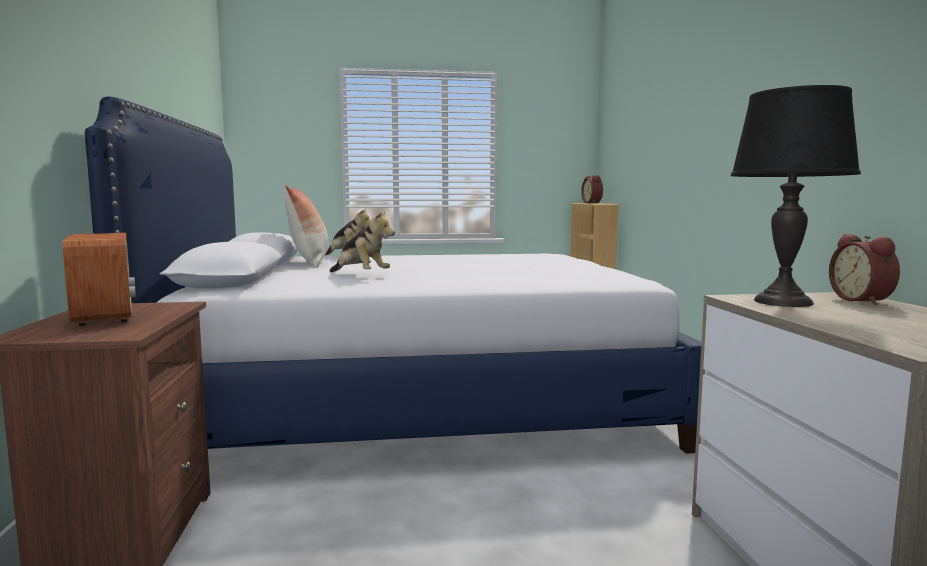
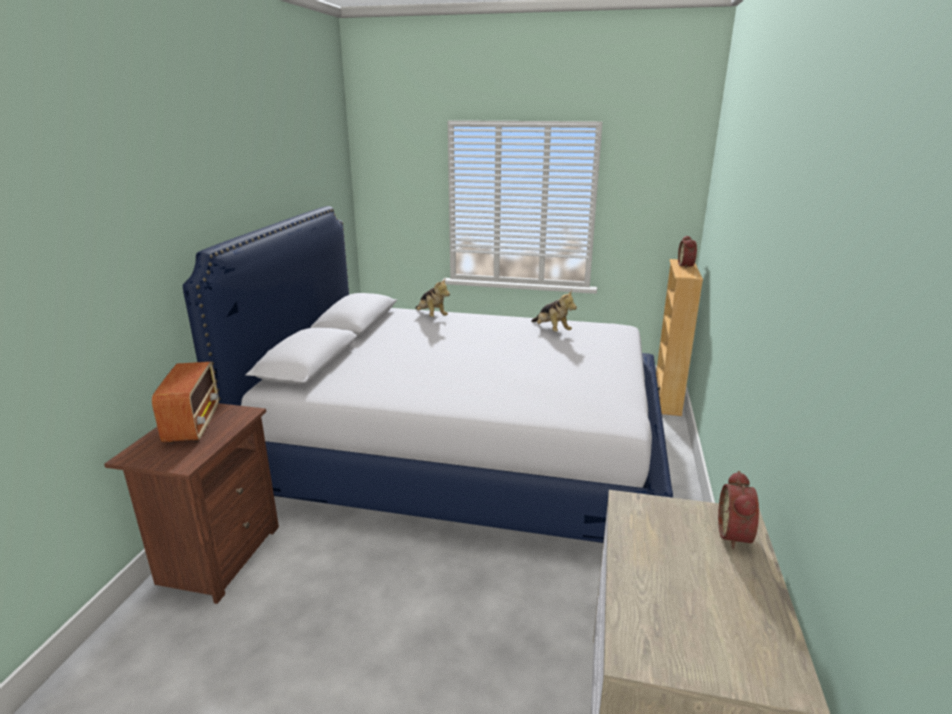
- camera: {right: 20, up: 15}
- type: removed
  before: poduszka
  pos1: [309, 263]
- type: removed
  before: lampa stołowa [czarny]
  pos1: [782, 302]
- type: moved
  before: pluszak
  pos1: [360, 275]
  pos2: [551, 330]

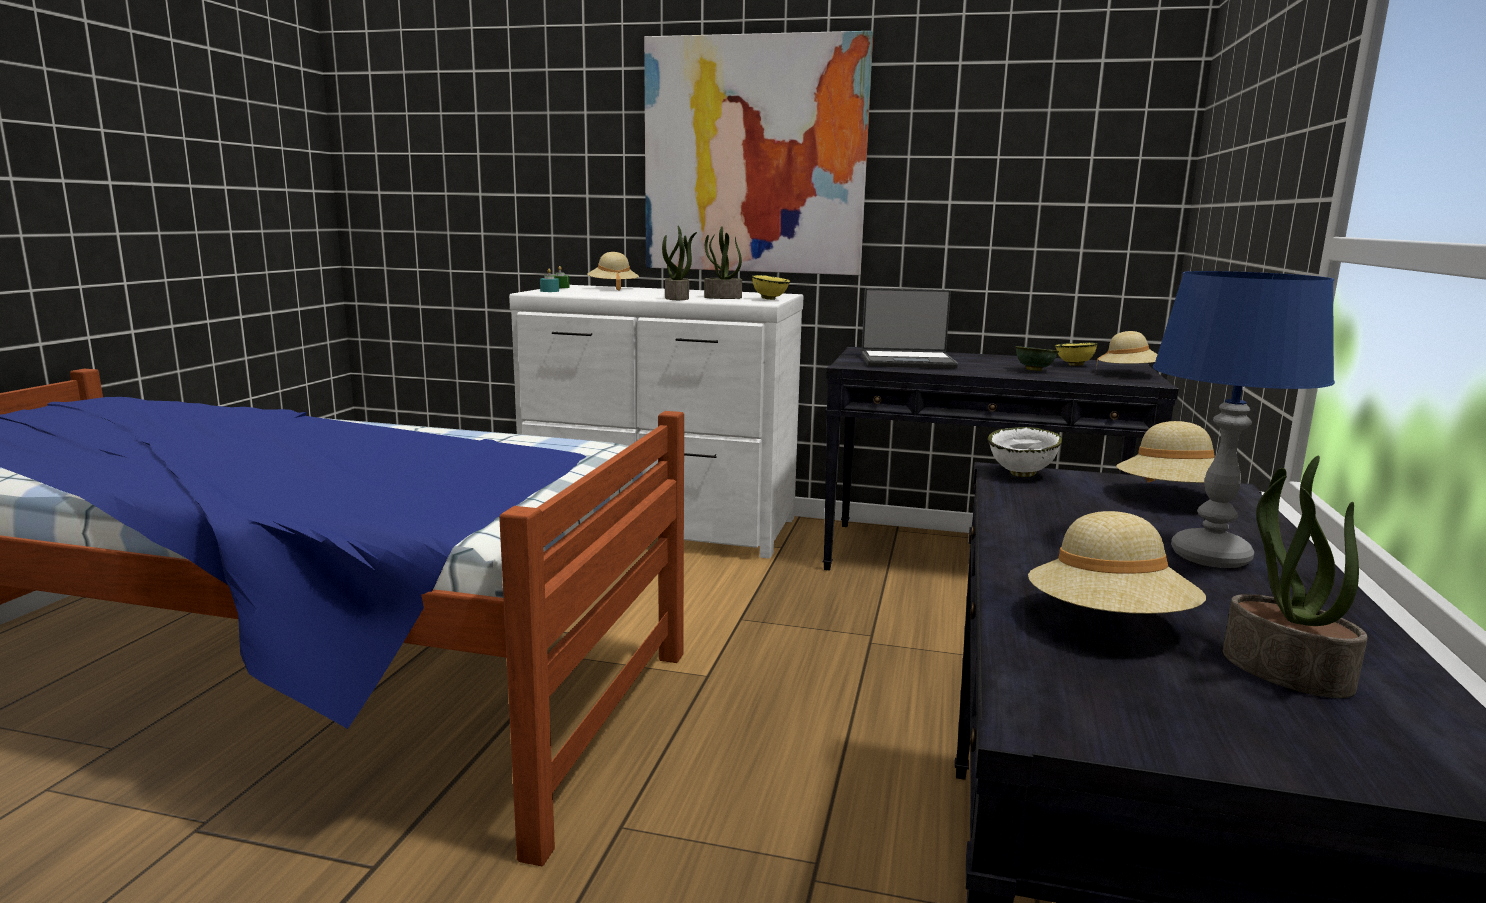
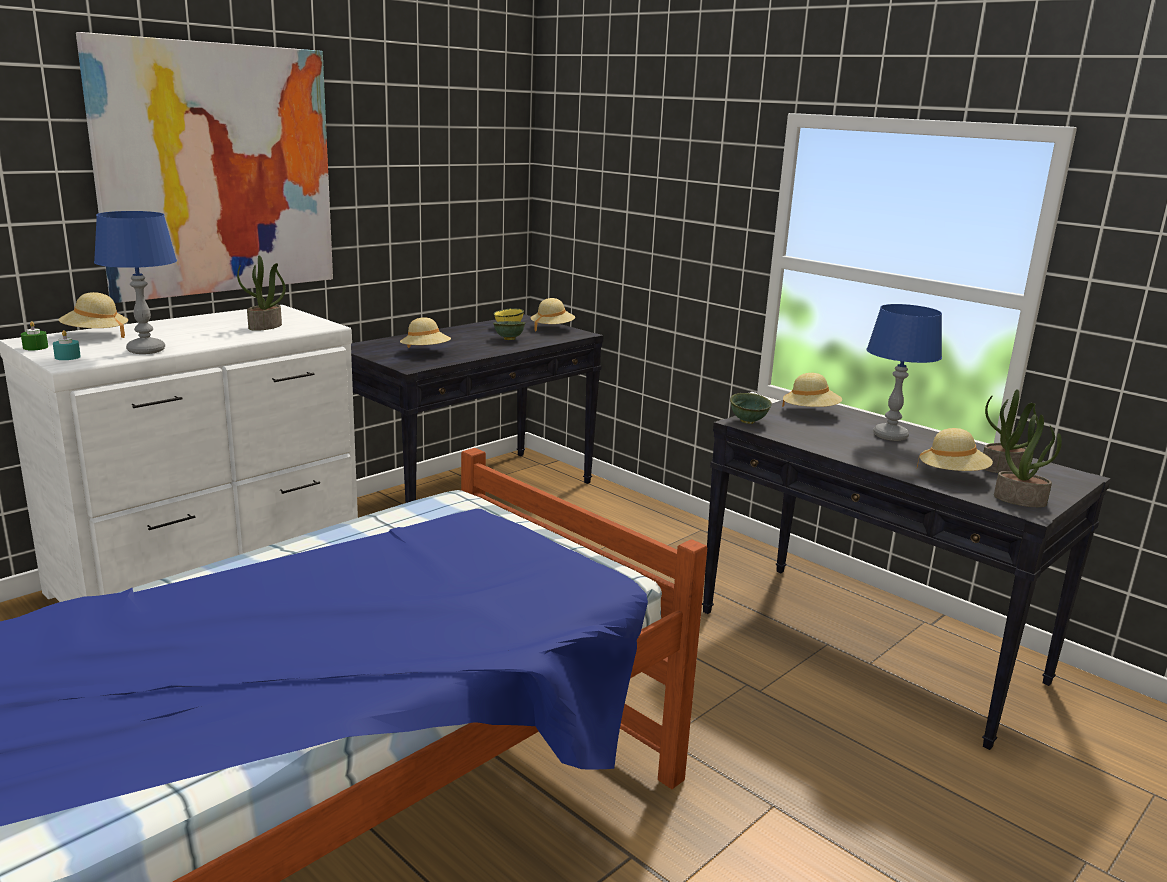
- camera: {right: -60, up: 5}
- type: removed
  before: miska [żółty]
  pos1: [769, 299]
- type: added
  after: lampa stołowa [niebieski]
  pos2: [145, 350]
- type: moved
  before: roślina doniczkowa
  pos1: [677, 298]
  pos2: [1020, 500]
- type: replaced
  before: laptop
  after: kapelusz [beżowy]
  pos1: [907, 362]
  pos2: [425, 352]
- type: recoloured
  before: miska [biały]
  after: miska [zielony]
  pos1: [1022, 474]
  pos2: [748, 422]

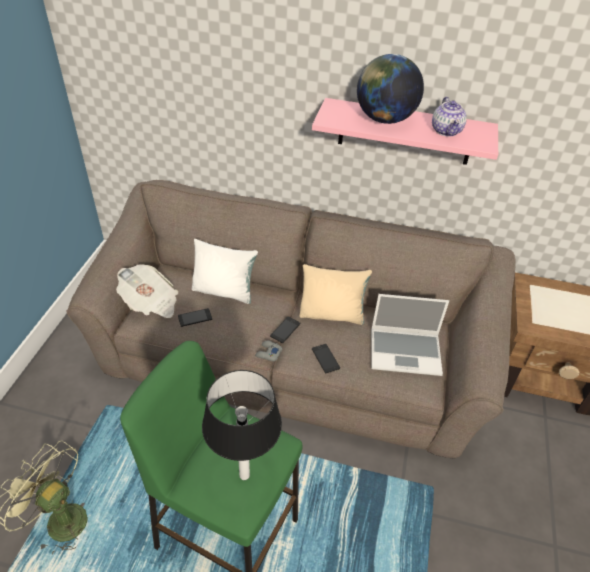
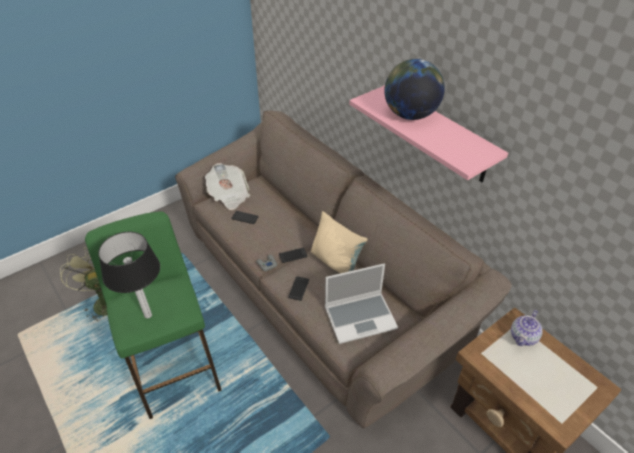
- camera: {right: 40, up: 0}
- type: removed
  before: poduszka [biały]
  pos1: [224, 291]
- type: moved
  before: imbryk
  pos1: [446, 131]
  pos2: [523, 337]
- type: turned
  before: laptop
  pos1: [406, 352]
  pos2: [360, 317]
  turn: -60

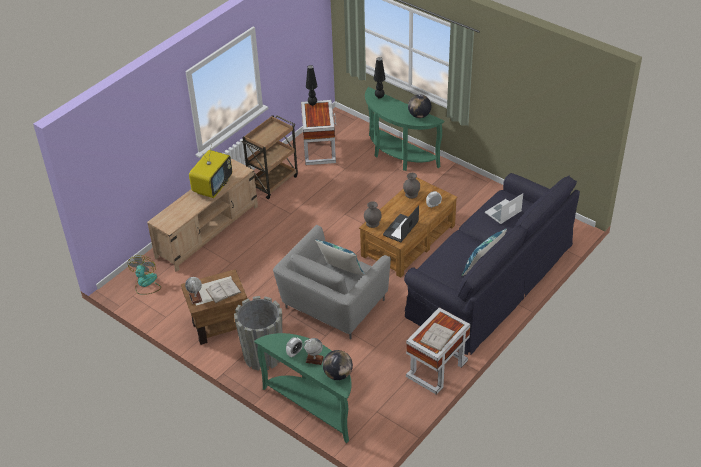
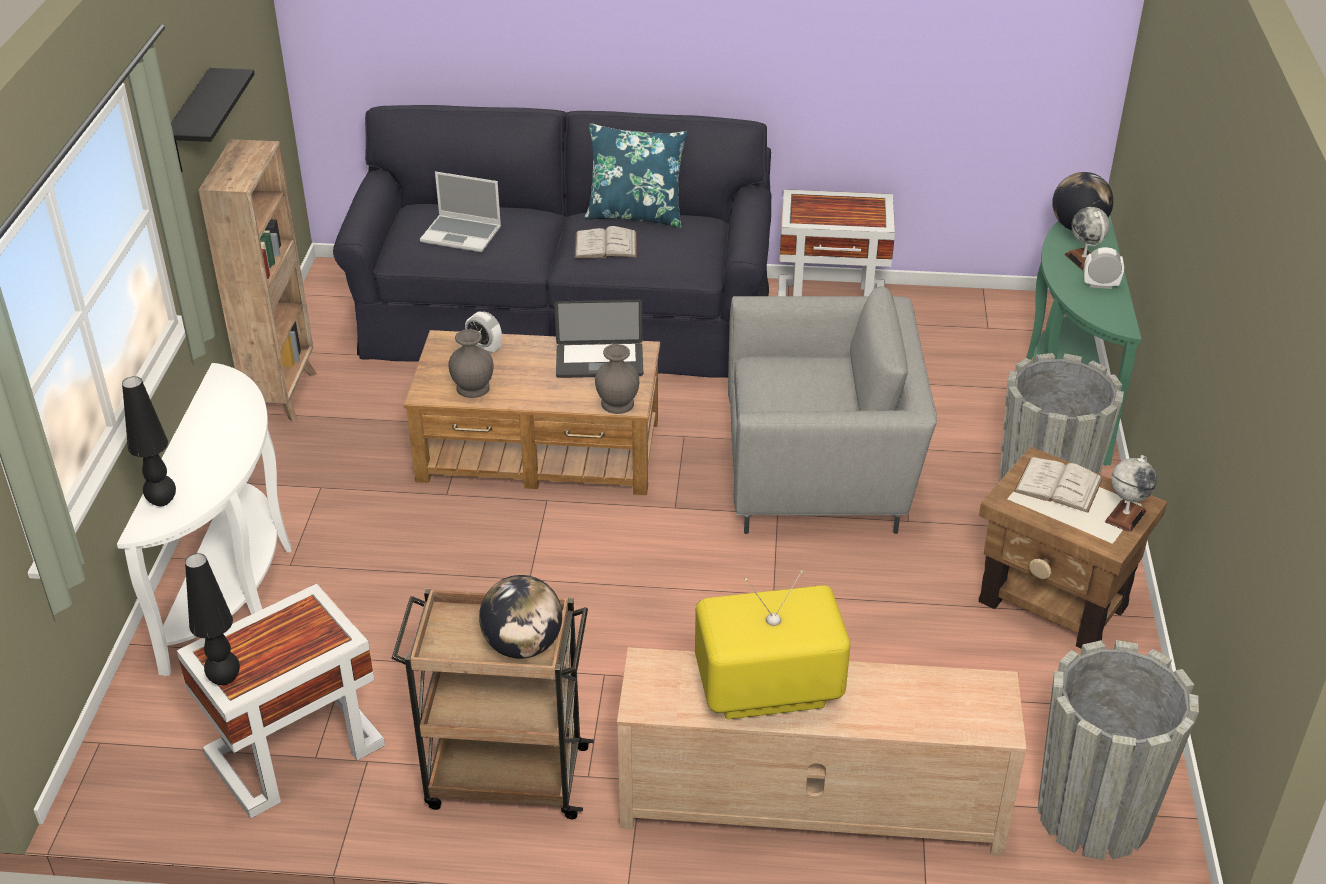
- camera: {right: -125, up: -5}
- type: removed
  before: poduszka [niebieski]
  pos1: [341, 272]
- type: added
  after: półka [czarny]
  pos2: [191, 123]
- type: added
  after: regał [brązowy]
  pos2: [283, 394]
- type: moved
  before: globus
  pos1: [419, 115]
  pos2: [523, 646]
- type: moved
  before: książka [biały]
  pos1: [437, 336]
  pos2: [606, 245]
- type: replaced
  before: wentylator
  after: donica [szary]
  pos1: [146, 283]
  pos2: [1093, 814]
- type: recoloured
  before: stolik konsolowy [zielony]
  after: stolik konsolowy [biały]
  pos1: [397, 156]
  pos2: [236, 584]

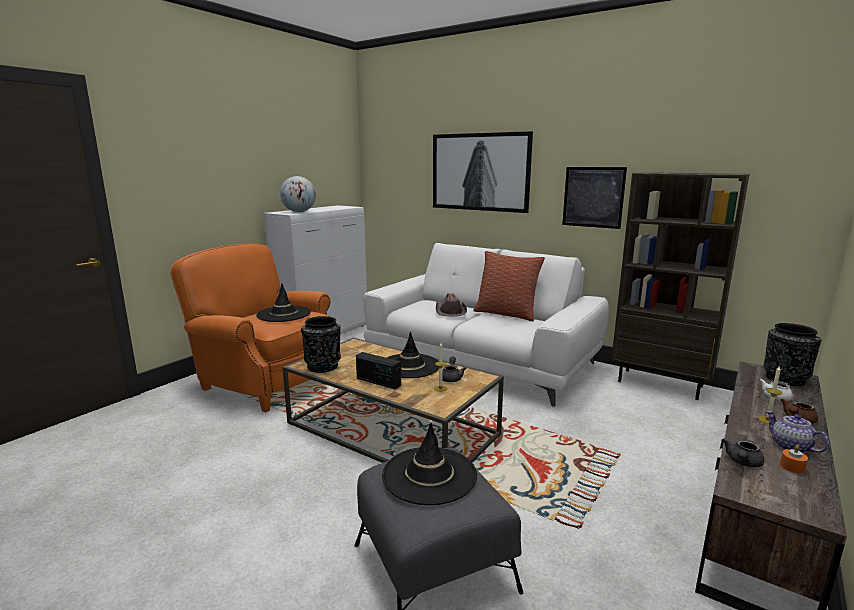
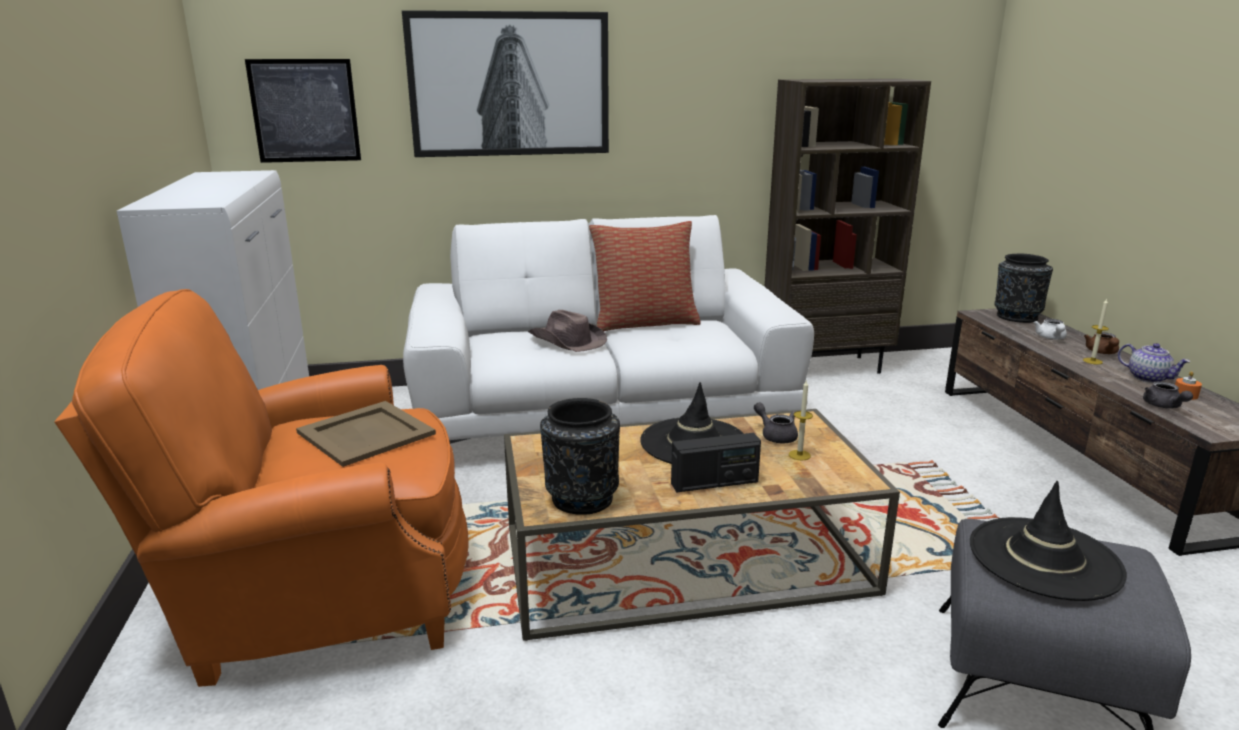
- camera: {right: -45, up: 5}
- type: removed
  before: globus
  pos1: [299, 212]
- type: moved
  before: obraz
  pos1: [593, 197]
  pos2: [305, 111]
- type: replaced
  before: kapelusz [czarny]
  after: taca [beżowy]
  pos1: [283, 314]
  pos2: [364, 433]
- type: turned
  before: imbryk
  pos1: [790, 446]
  pos2: [1148, 378]
  turn: -150

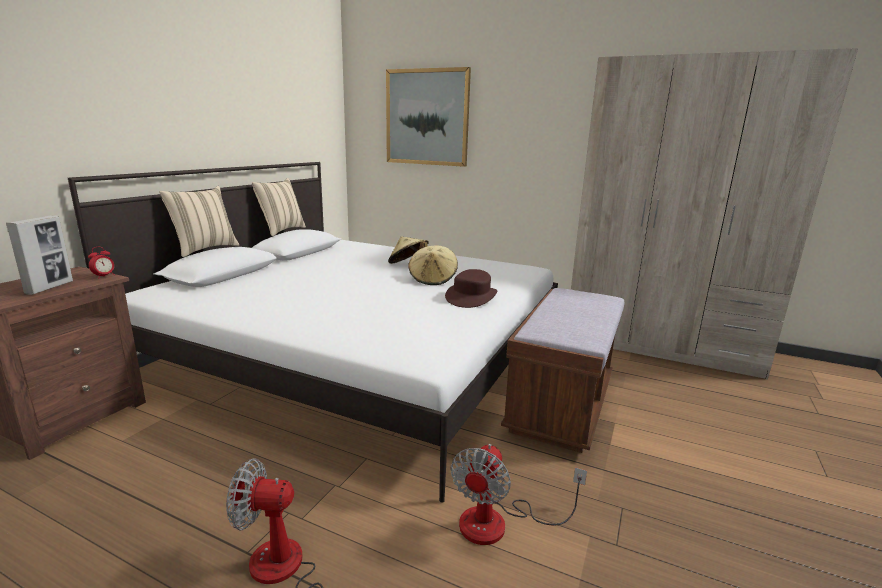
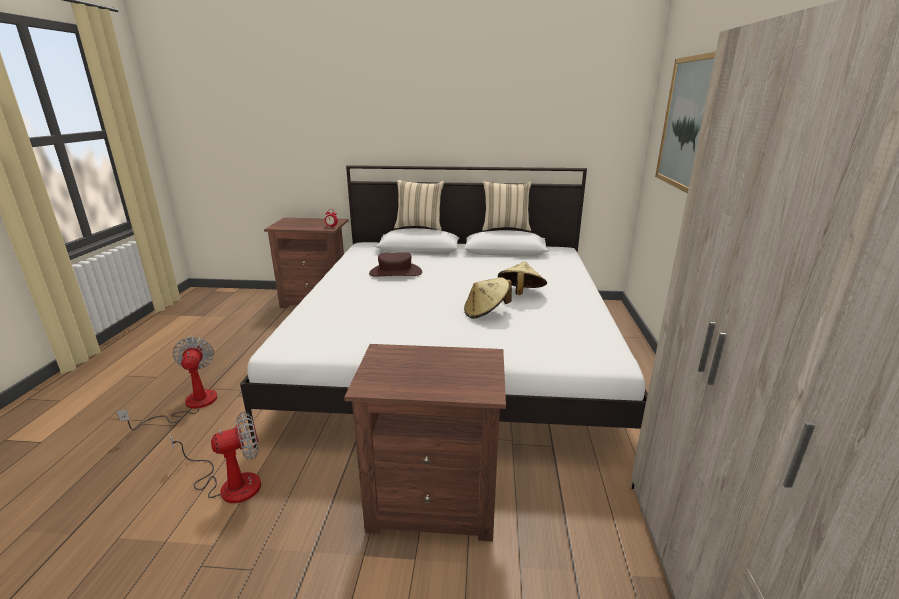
- camera: {right: 70, up: 5}
- type: removed
  before: ramka na zdjęcie
  pos1: [50, 287]
- type: moved
  before: kapelusz [brązowy]
  pos1: [471, 297]
  pos2: [395, 273]
- type: replaced
  before: ławka [brązowy]
  after: szafka nocna [brązowy]
  pos1: [561, 405]
  pos2: [434, 502]
- type: turned
  before: wentylator
  pos1: [499, 523]
  pos2: [230, 483]
  turn: 150

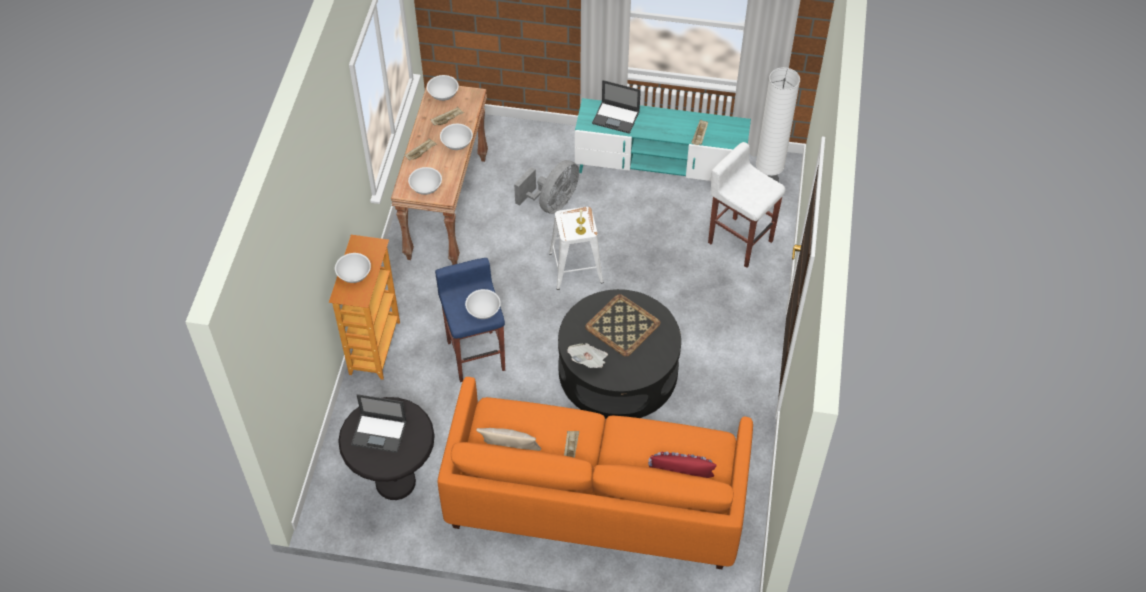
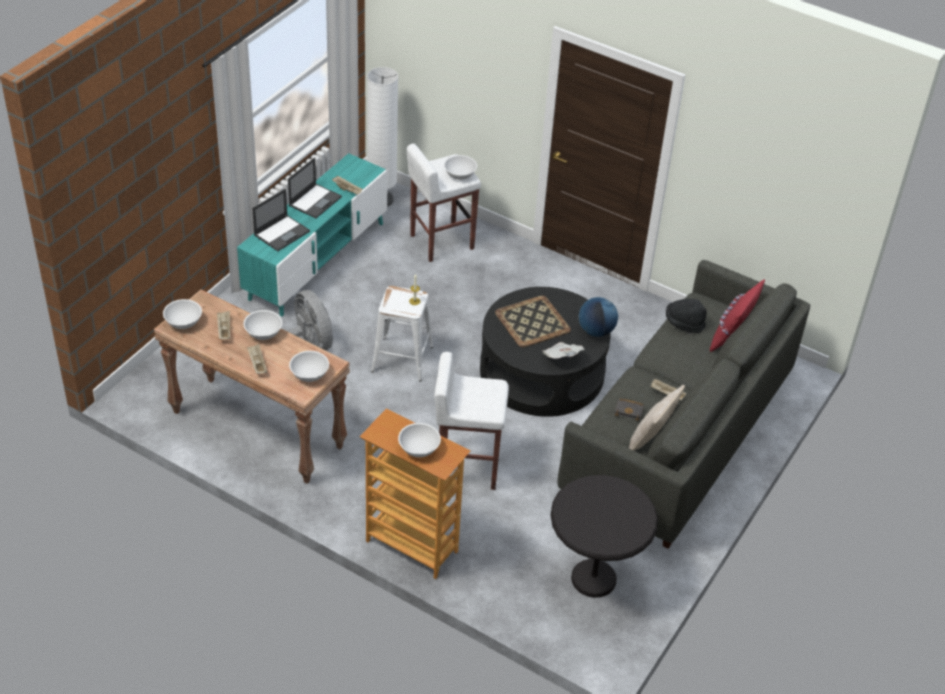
- camera: {right: -70, up: -10}
- type: added
  after: globus
  pos2: [596, 331]
- type: added
  after: książka [czarny]
  pos2: [629, 411]
- type: added
  after: kapelusz [czarny]
  pos2: [684, 323]
- type: moved
  before: laptop
  pos1: [380, 433]
  pos2: [315, 201]
- type: moved
  before: miska [biały]
  pos1: [483, 310]
  pos2: [460, 174]
- type: recoloured
  before: stołek [niebieski]
  after: stołek [biały]
  pos1: [476, 354]
  pos2: [467, 466]
- type: recoloured
  before: kanapa [pomarańczowy]
  after: kanapa [szary]
  pos1: [595, 498]
  pos2: [679, 434]

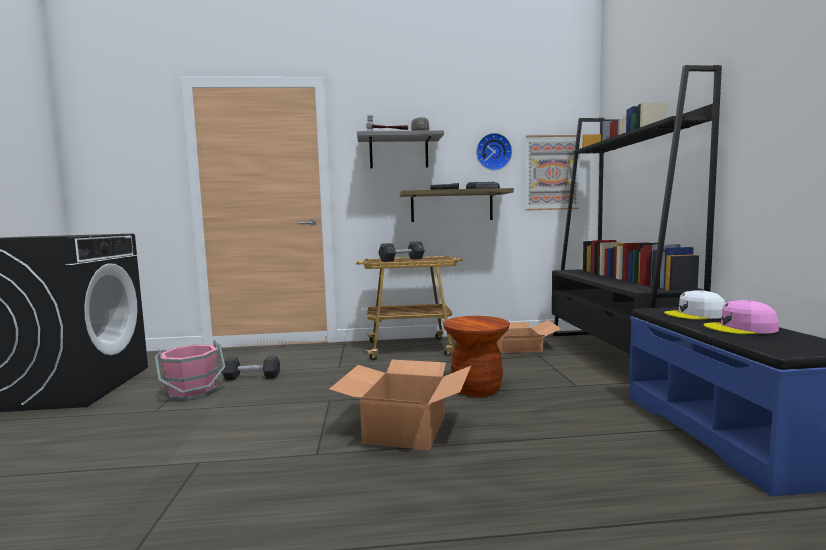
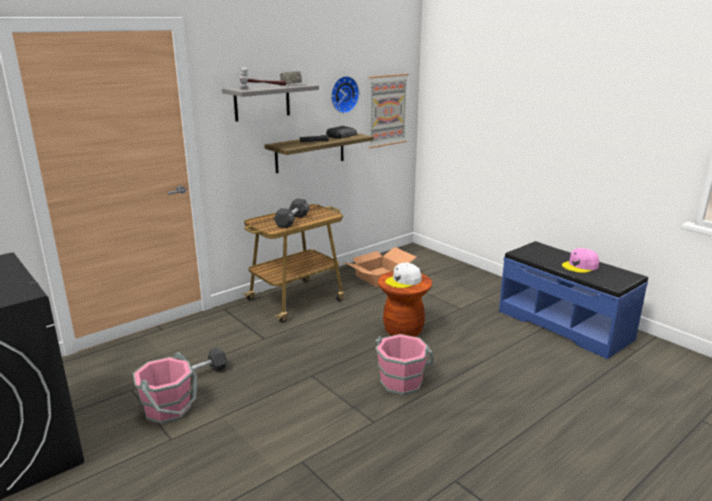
- camera: {right: -35, up: 15}
- type: removed
  before: regał [czarny]
  pos1: [615, 356]
- type: moved
  before: czapka z daszkiem [biały]
  pos1: [695, 315]
  pos2: [403, 281]
- type: replaced
  before: karton
  after: wiadro [różowy]
  pos1: [404, 429]
  pos2: [401, 381]

